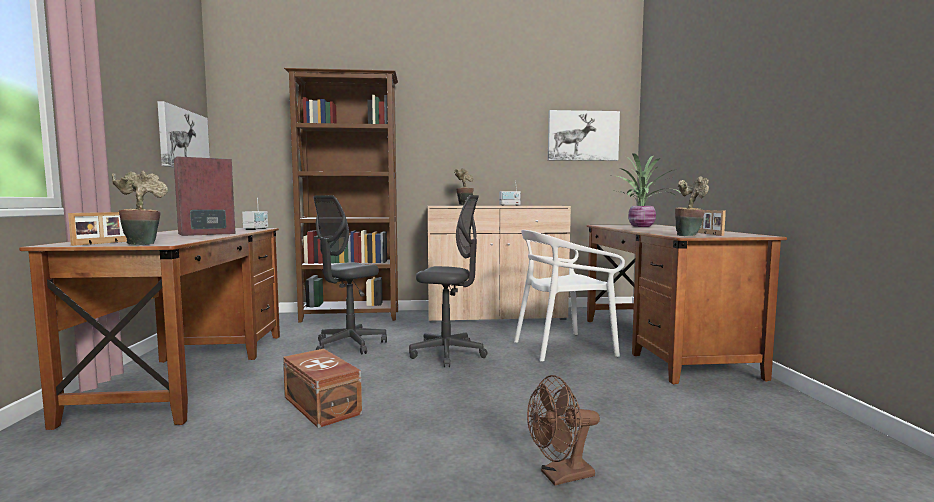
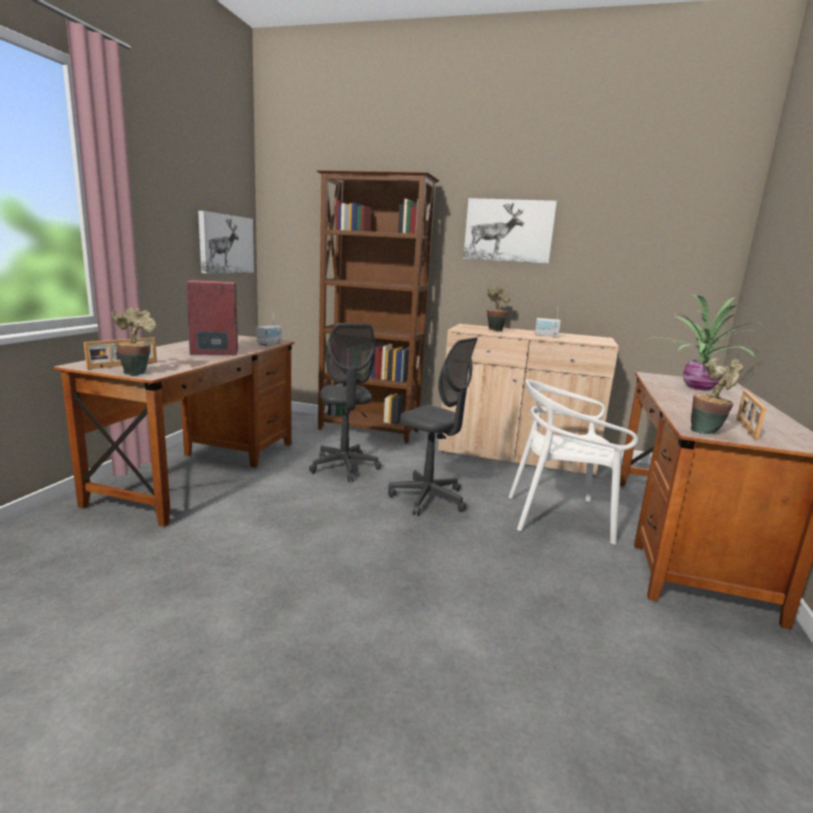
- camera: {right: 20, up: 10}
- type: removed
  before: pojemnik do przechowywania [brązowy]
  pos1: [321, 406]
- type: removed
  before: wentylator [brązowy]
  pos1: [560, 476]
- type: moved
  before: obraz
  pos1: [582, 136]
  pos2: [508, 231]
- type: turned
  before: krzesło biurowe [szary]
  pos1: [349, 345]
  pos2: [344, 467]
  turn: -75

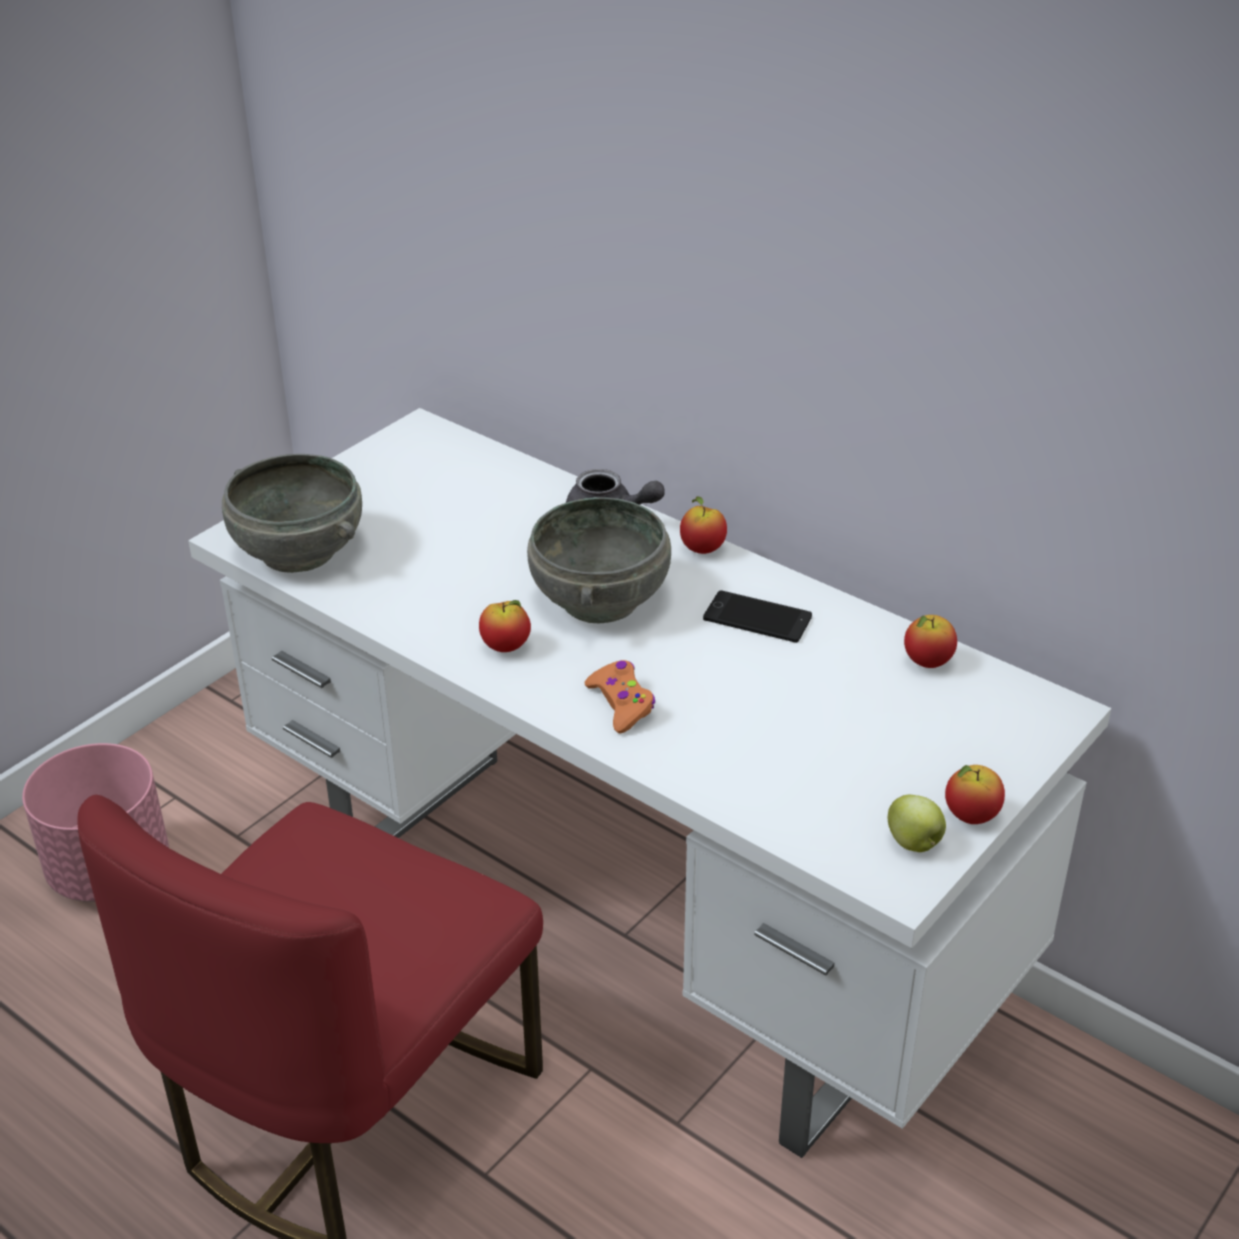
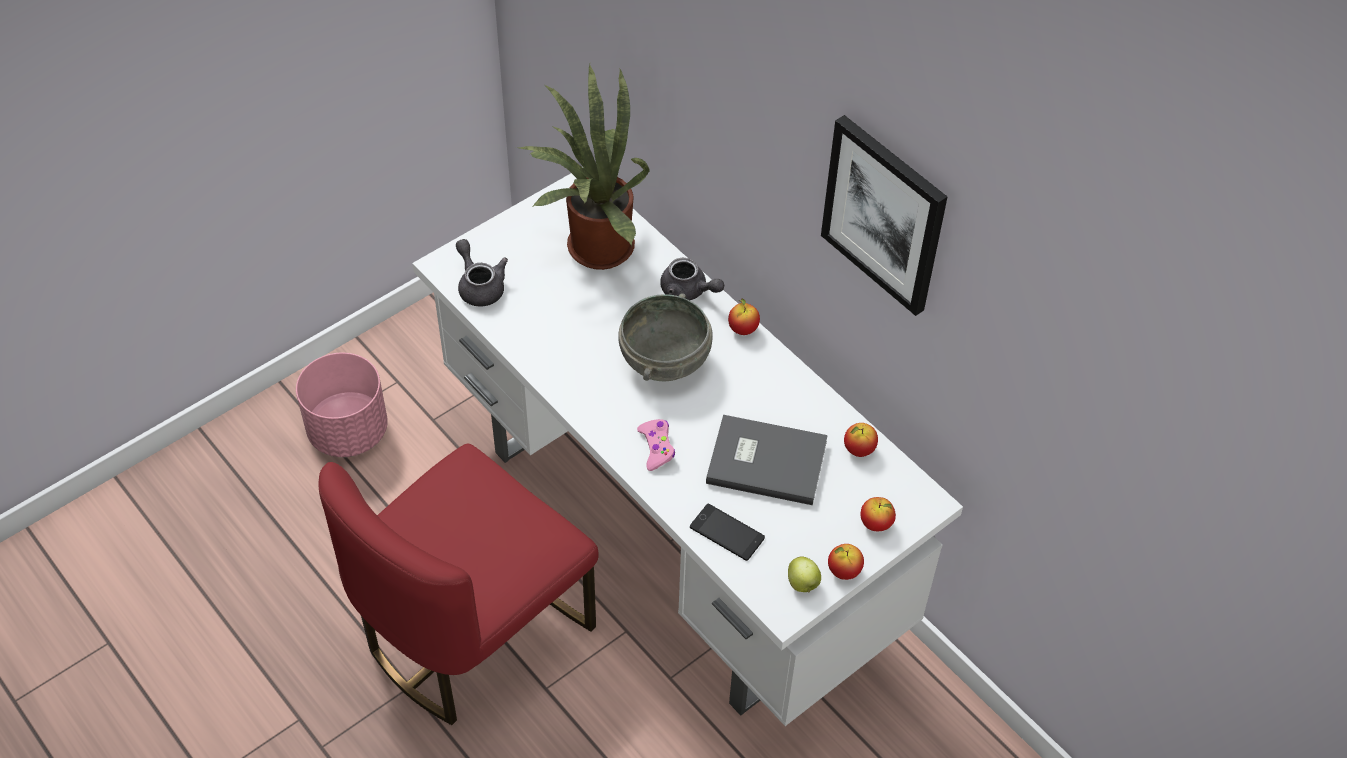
- camera: {right: 10, up: 15}
- type: added
  after: roślina doniczkowa
  pos2: [593, 247]
- type: added
  after: książka [szary]
  pos2: [765, 460]
- type: added
  after: obraz
  pos2: [884, 214]
- type: moved
  before: jabłko
  pos1: [506, 647]
  pos2: [876, 524]
- type: moved
  before: telefon
  pos1: [757, 618]
  pos2: [727, 533]
- type: replaced
  before: miska [szary]
  after: imbryk [szary]
  pos1: [297, 552]
  pos2: [479, 286]
- type: recoloured
  before: pad do gier [pomarańczowy]
  after: pad do gier [różowy]
  pos1: [621, 704]
  pos2: [656, 447]

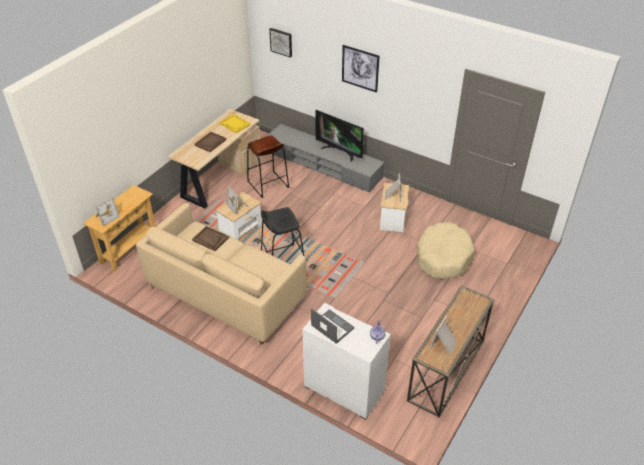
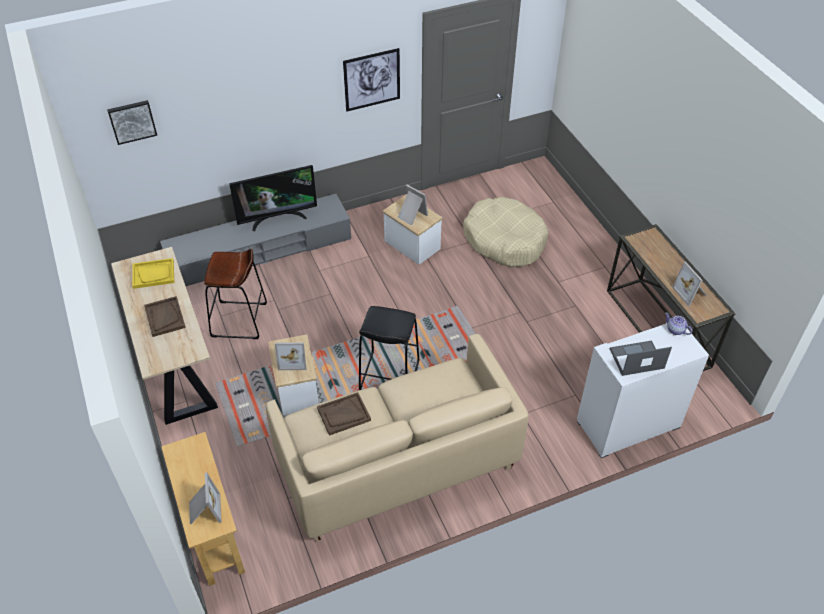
- camera: {right: -55, up: 5}
- type: moved
  before: obraz
  pos1: [360, 68]
  pos2: [372, 79]

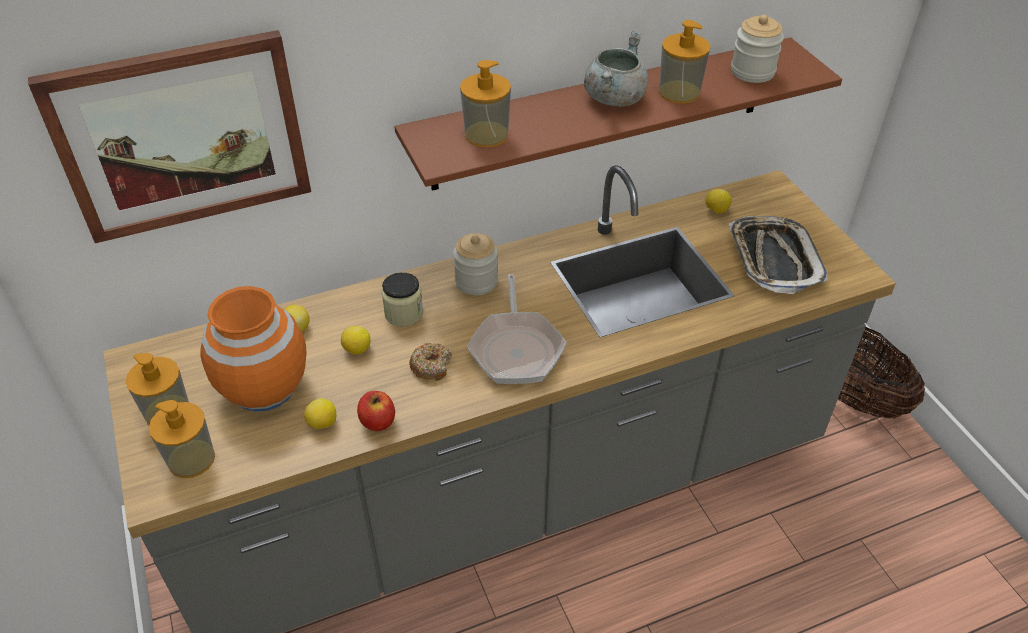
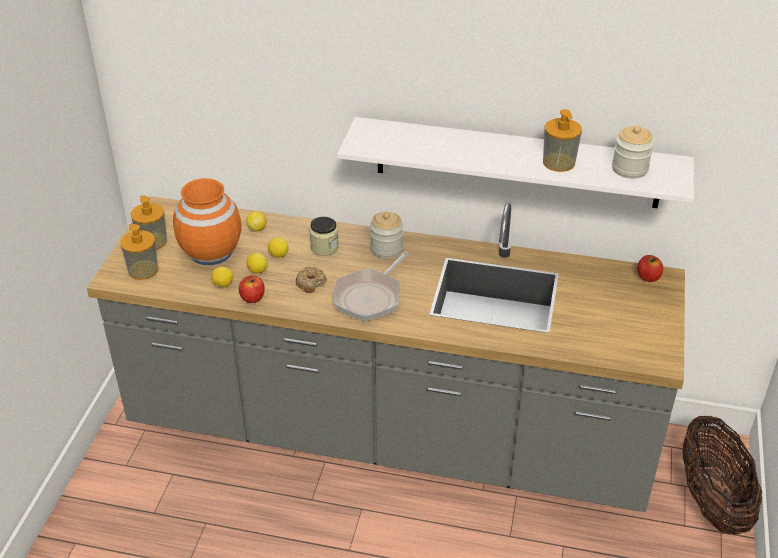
- camera: {right: 35, up: -5}
- type: removed
  before: obraz
  pos1: [182, 136]
- type: removed
  before: dozownik mydła
  pos1: [486, 134]
- type: removed
  before: garnek [szary]
  pos1: [614, 98]
- type: removed
  before: taca
  pos1: [773, 259]
- type: added
  after: jabłko
  pos2: [648, 277]
- type: moved
  before: cytryna
  pos1: [716, 210]
  pos2: [257, 270]
- type: recoloured
  before: półka [brązowy]
  after: półka [biały]
  pos1: [602, 114]
  pos2: [517, 163]

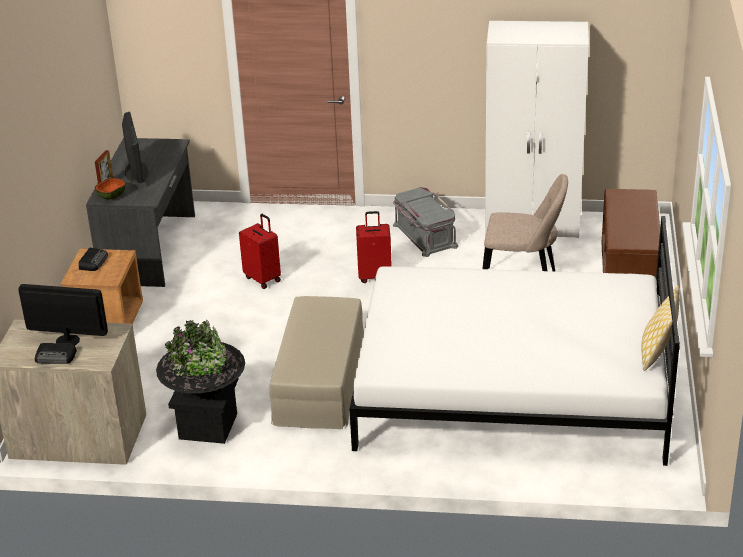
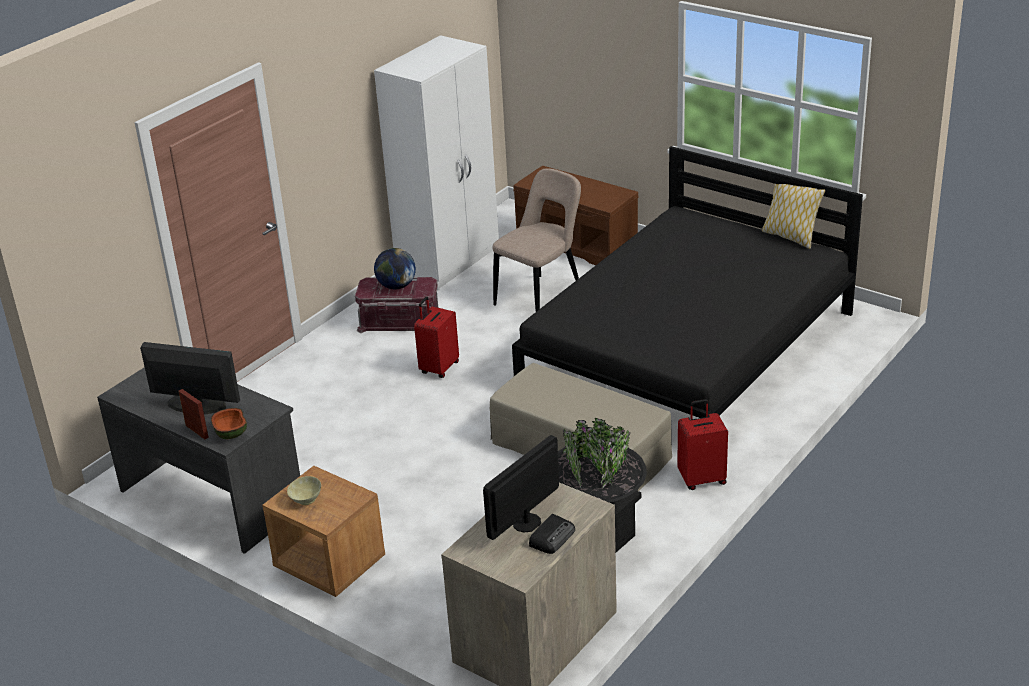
- camera: {right: -60, up: 0}
- type: added
  after: globus
  pos2: [396, 286]
- type: moved
  before: walizka [czerwony]
  pos1: [263, 279]
  pos2: [702, 479]
- type: replaced
  before: radio
  after: miska [beżowy]
  pos1: [93, 262]
  pos2: [305, 500]
- type: recoloured
  before: łóżko [biały]
  after: łóżko [czarny]
  pos1: [512, 388]
  pos2: [689, 350]
- type: recoloured
  before: pojemnik do przechowywania [szary]
  after: pojemnik do przechowywania [czerwony]
  pos1: [424, 236]
  pos2: [399, 321]

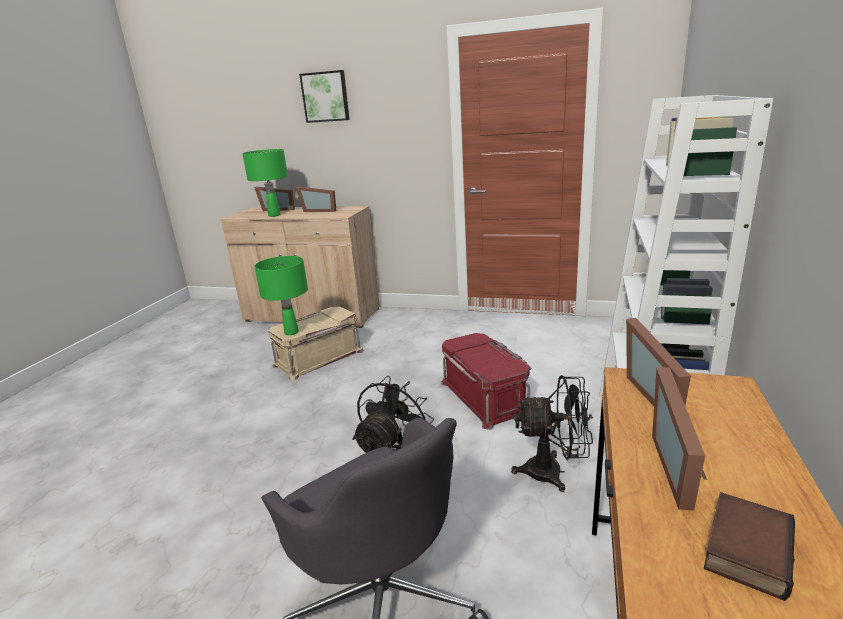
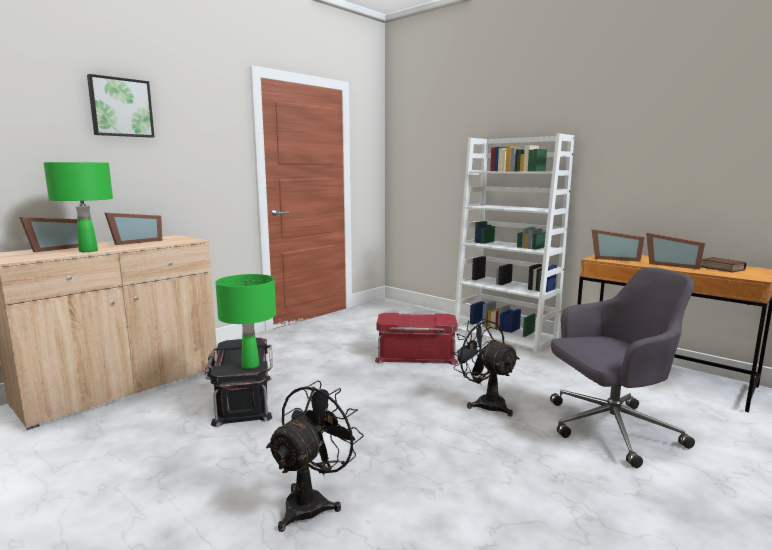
- camera: {right: -65, up: -10}
- type: moved
  before: wentylator [czarny]
  pos1: [553, 472]
  pos2: [312, 502]
- type: recoloured
  before: pojemnik do przechowywania [beżowy]
  after: pojemnik do przechowywania [czarny]
  pos1: [318, 357]
  pos2: [242, 399]

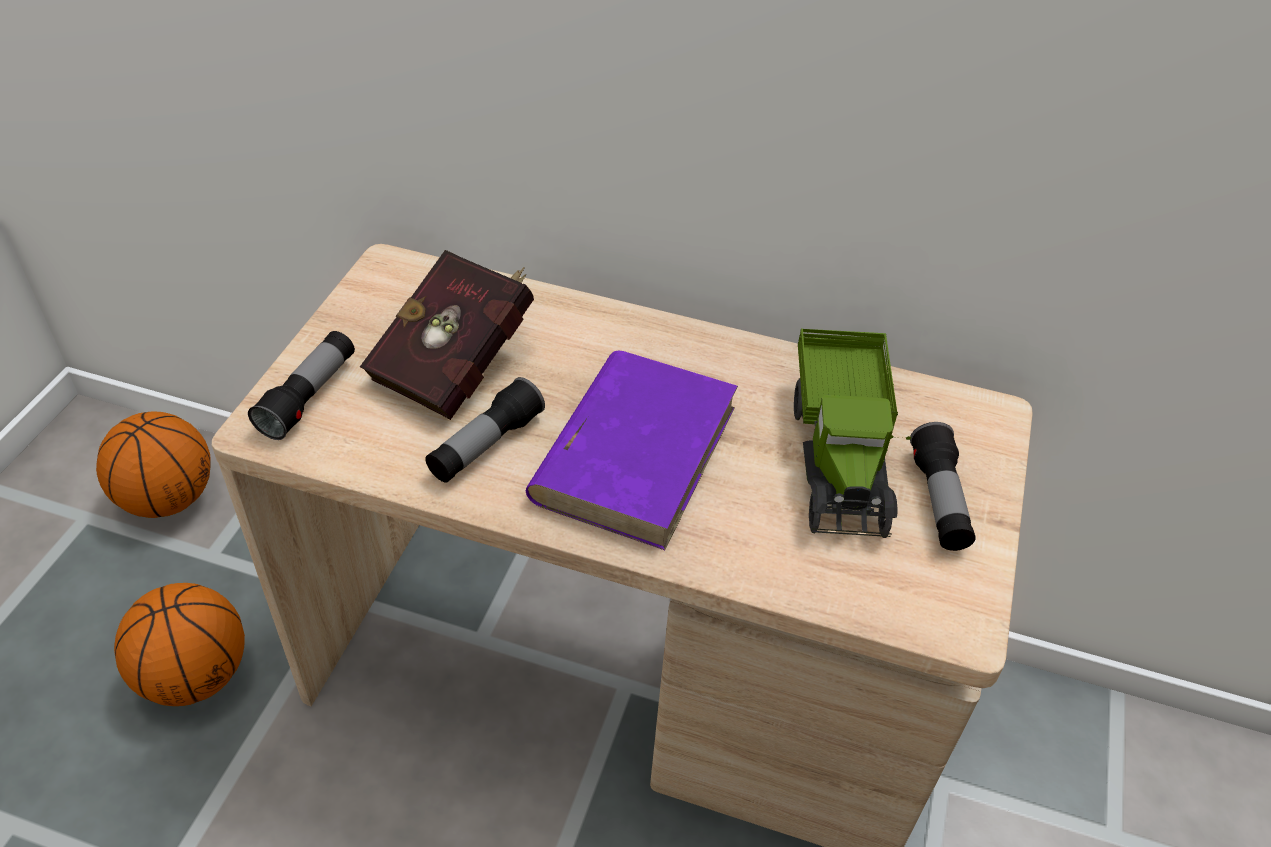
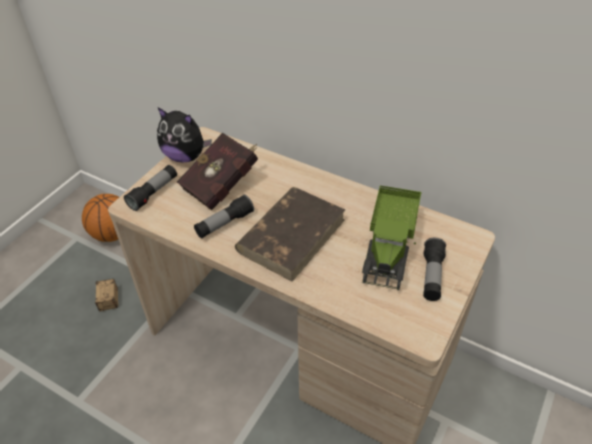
- camera: {right: 15, up: 0}
- type: added
  after: pluszak
  pos2: [185, 156]
- type: replaced
  before: piłka do koszykówki
  after: pojemnik do przechowywania
  pos1: [196, 675]
  pos2: [108, 314]
- type: recoloured
  before: książka [fioletowy]
  after: książka [brązowy]
  pos1: [636, 451]
  pos2: [292, 234]

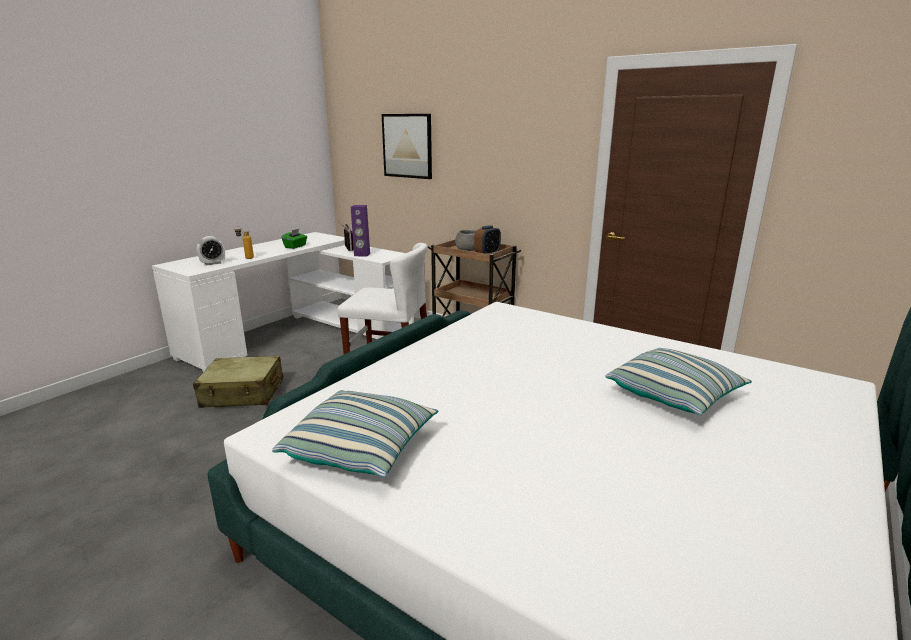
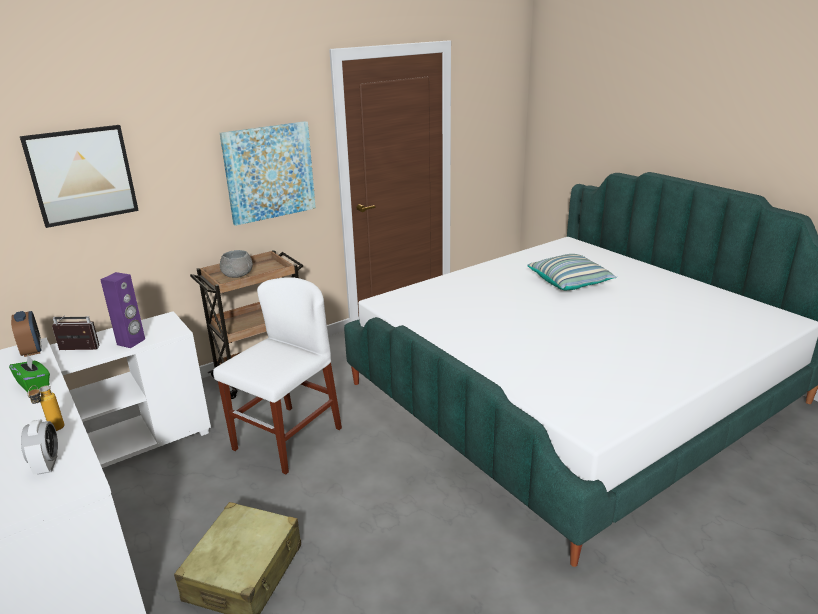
- camera: {right: -70, up: 5}
- type: removed
  before: poduszka
  pos1: [361, 449]
- type: added
  after: obraz
  pos2: [269, 172]
- type: moved
  before: budzik
  pos1: [487, 254]
  pos2: [32, 350]

